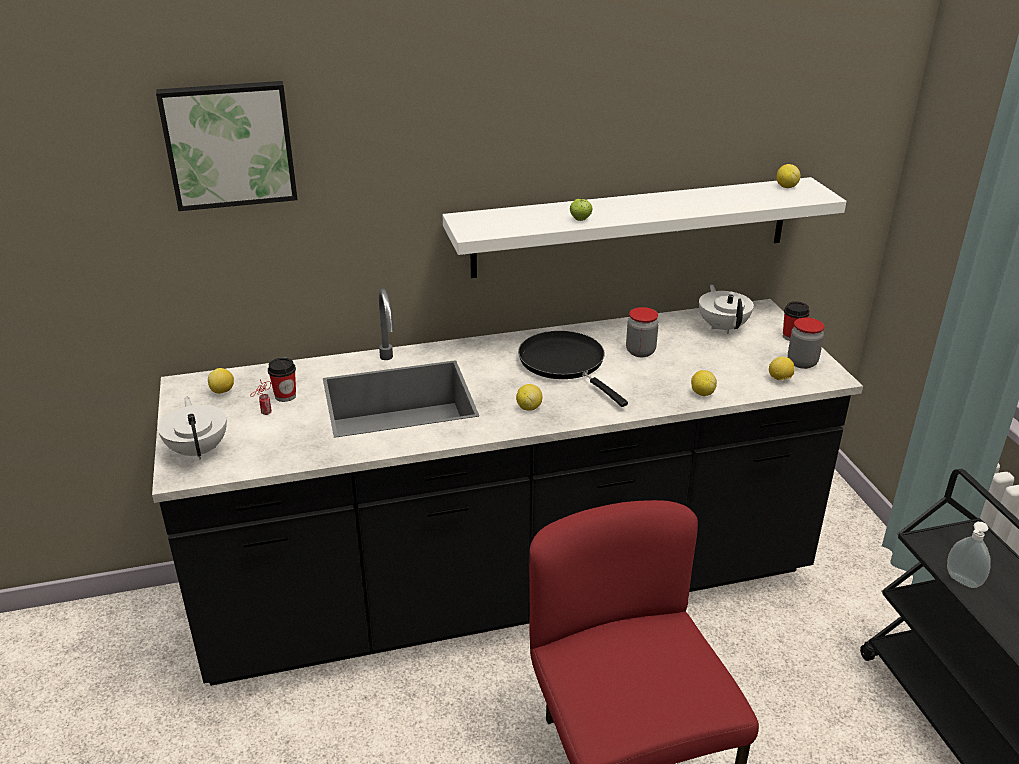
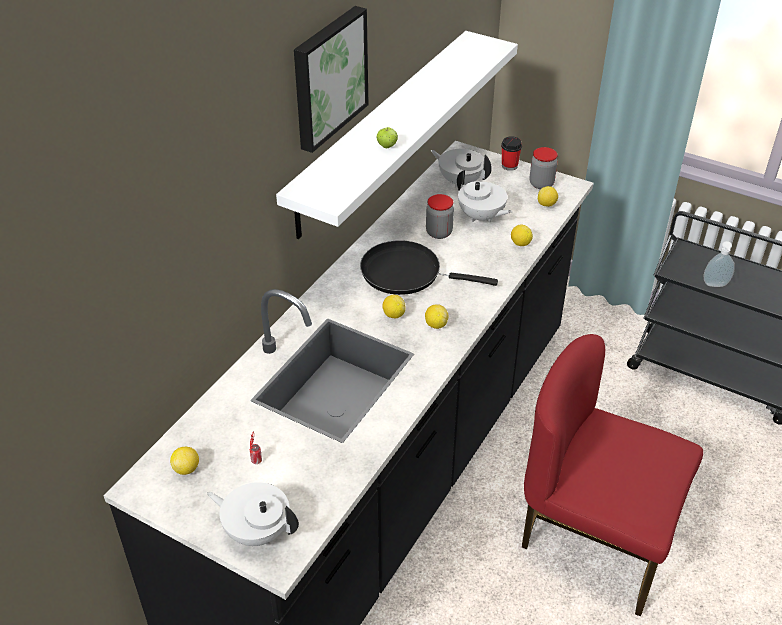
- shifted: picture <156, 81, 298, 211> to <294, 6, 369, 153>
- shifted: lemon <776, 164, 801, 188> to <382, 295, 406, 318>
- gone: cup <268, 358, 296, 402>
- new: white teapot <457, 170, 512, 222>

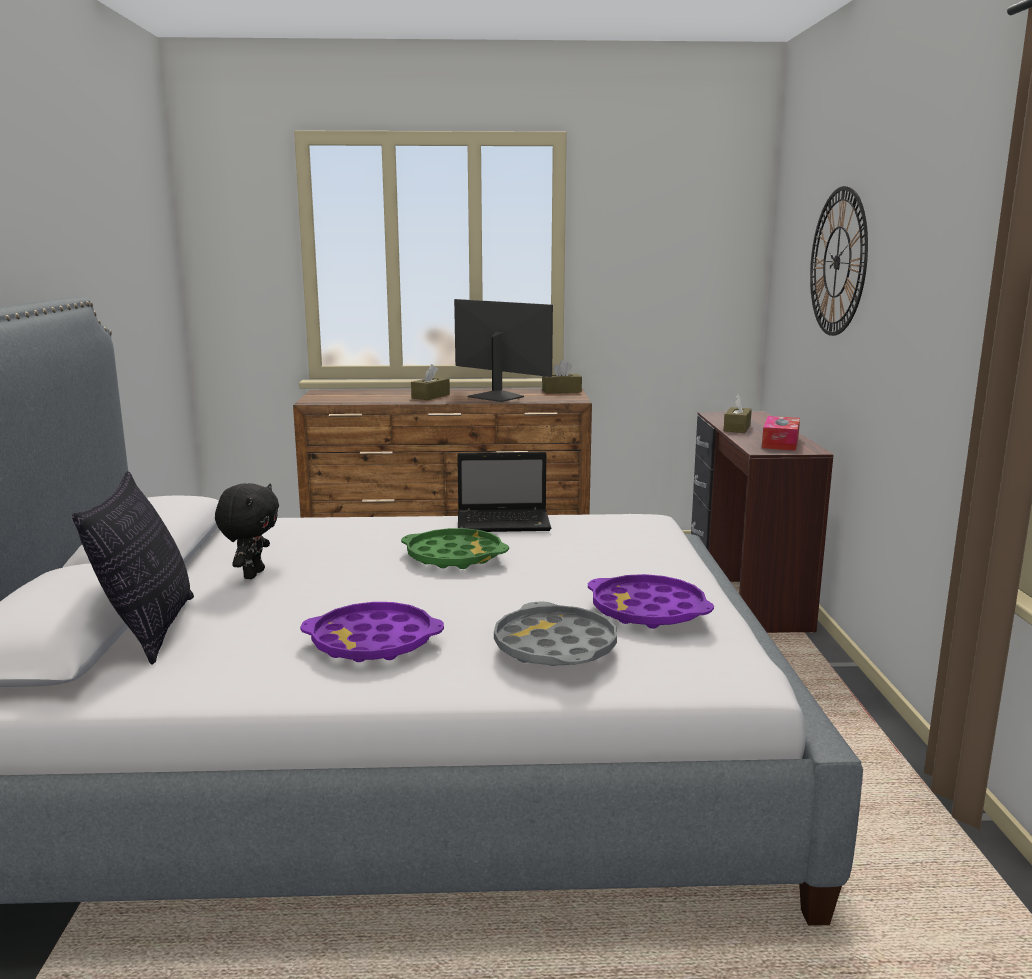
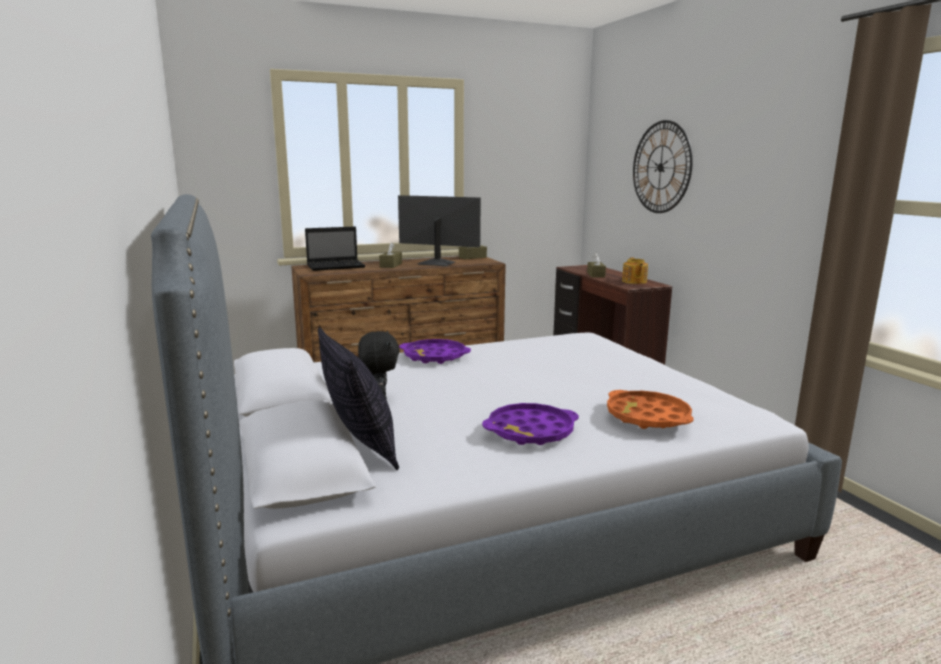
- swapped: tissue box <762, 416, 800, 451> to teapot <622, 257, 648, 284>
- shifted: laptop <457, 452, 551, 532> to <305, 227, 365, 271>
- gone: green tray <401, 528, 509, 569>
- shifted: purple tray <588, 574, 714, 629> to <399, 339, 471, 364>
- repainted: grey tray <494, 601, 617, 666> to orange tray <607, 390, 694, 429>

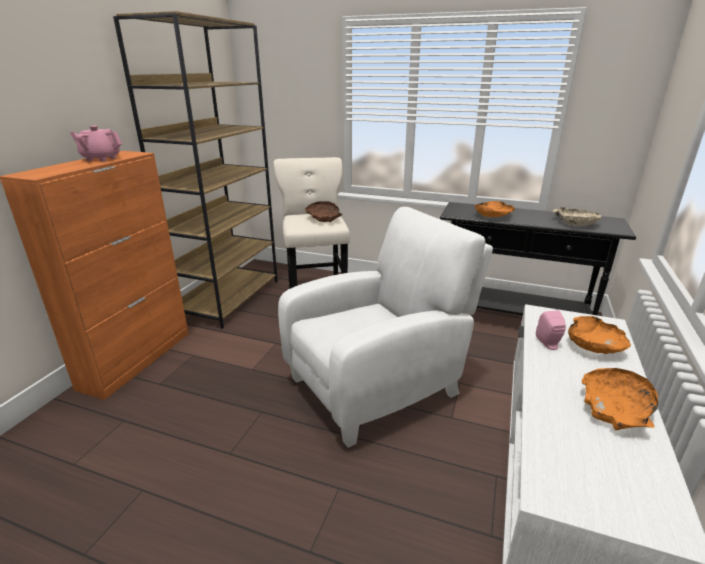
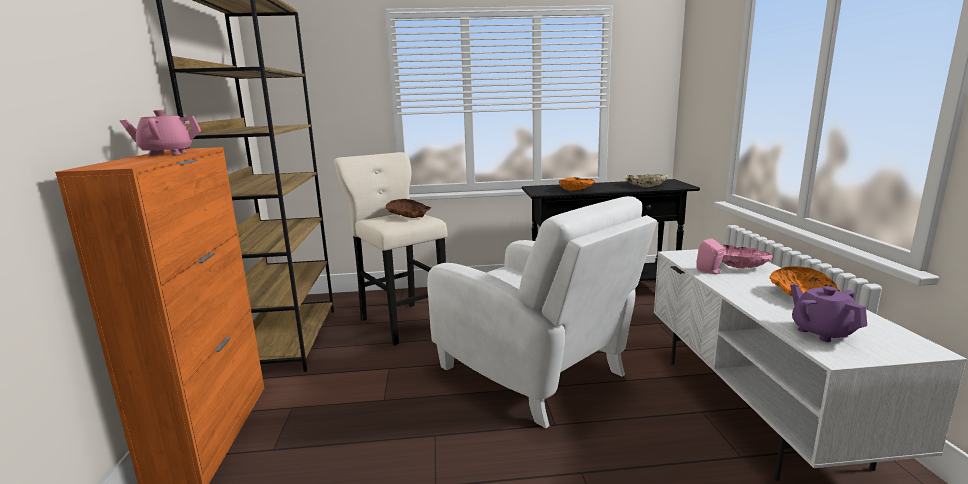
- rotated: white armchair <278, 207, 493, 448> = <427, 196, 657, 428> 105 degrees clockwise
- repainted: orange bowl <568, 316, 631, 354> to pink bowl <721, 245, 773, 269>
- new: purple teapot <790, 284, 867, 342>

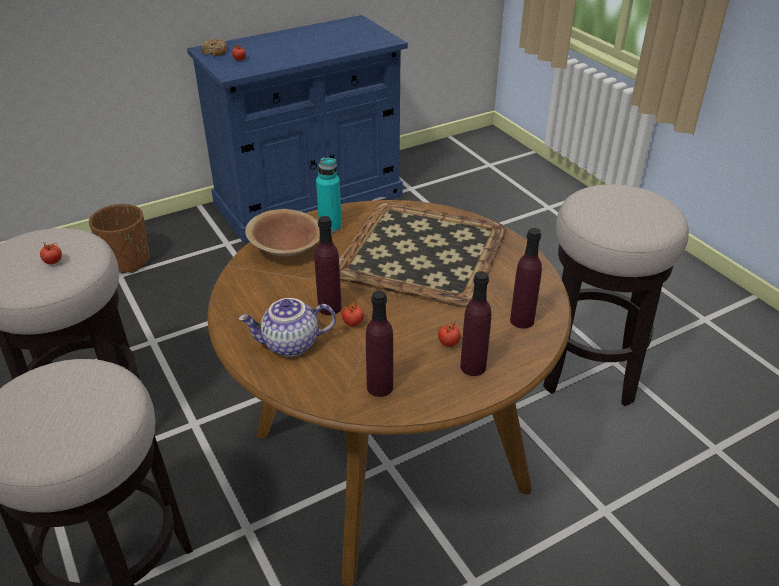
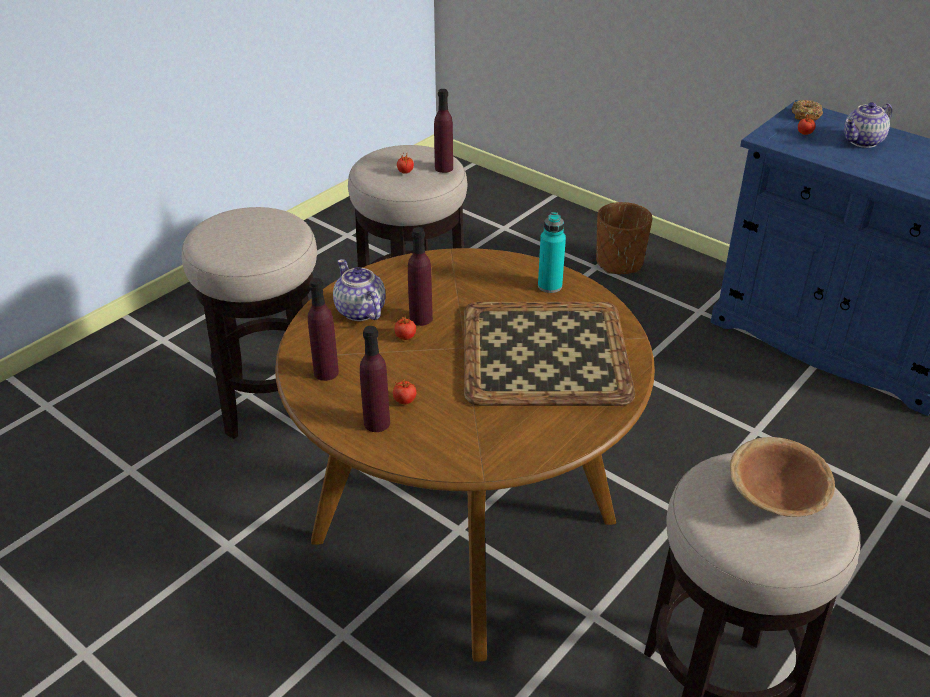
- shifted: brown bowl <245, 209, 320, 256> to <730, 437, 835, 517>
- shifted: purple bottle <510, 228, 542, 329> to <434, 89, 453, 173>
- new: teapot <844, 102, 892, 148>

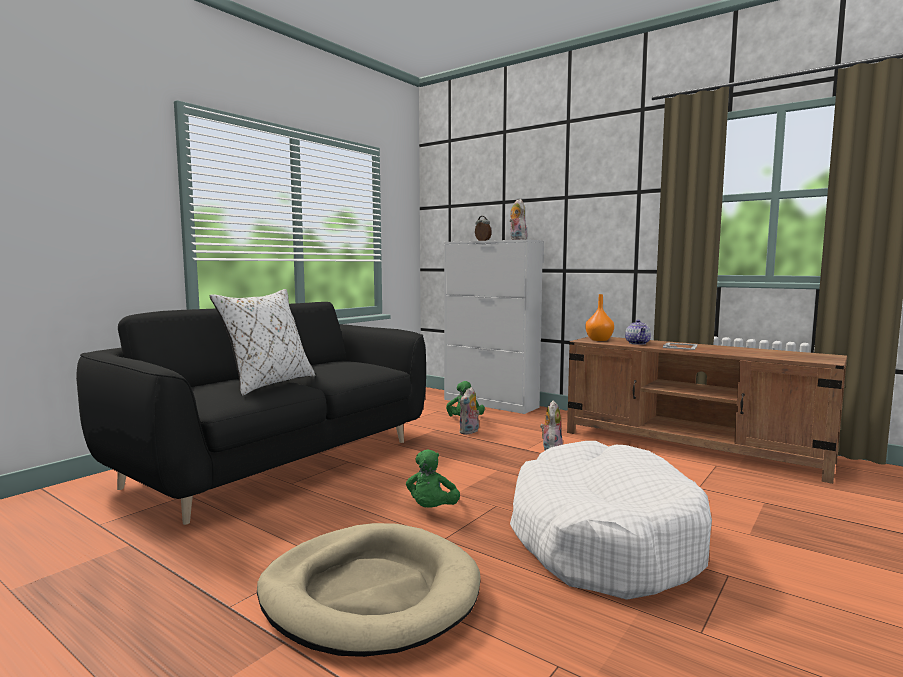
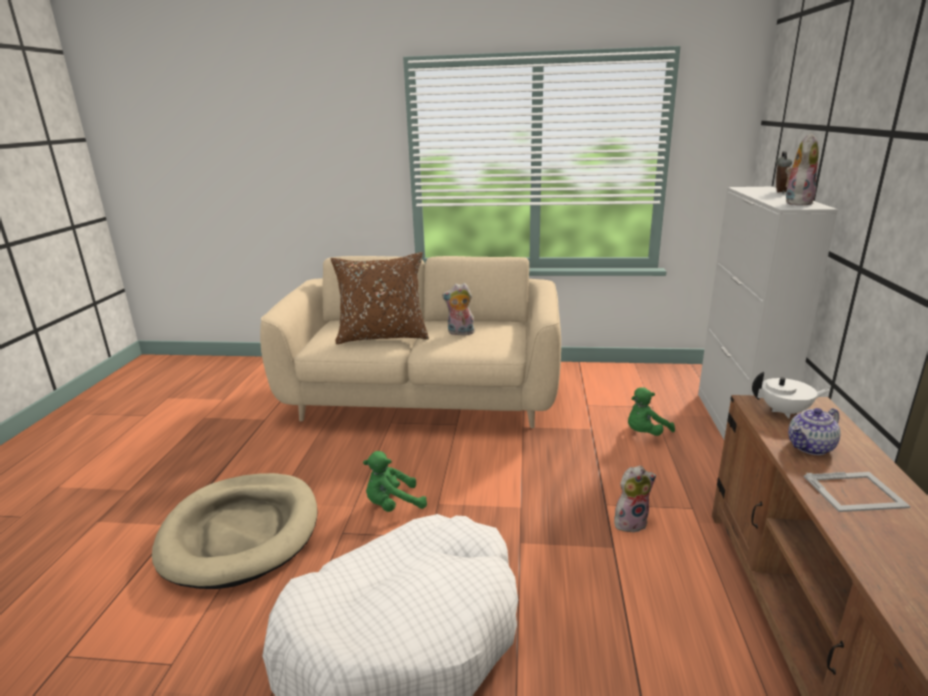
- repainted: white pillow <209, 289, 315, 396> to brown pillow <331, 252, 429, 344>
- swapped: orange vase <585, 294, 614, 341> to white teapot <752, 372, 830, 418>
- repainted: black sofa <76, 302, 426, 525> to beige sofa <260, 256, 561, 428>
- shifted: plush toy <460, 387, 479, 435> to <442, 283, 475, 335>

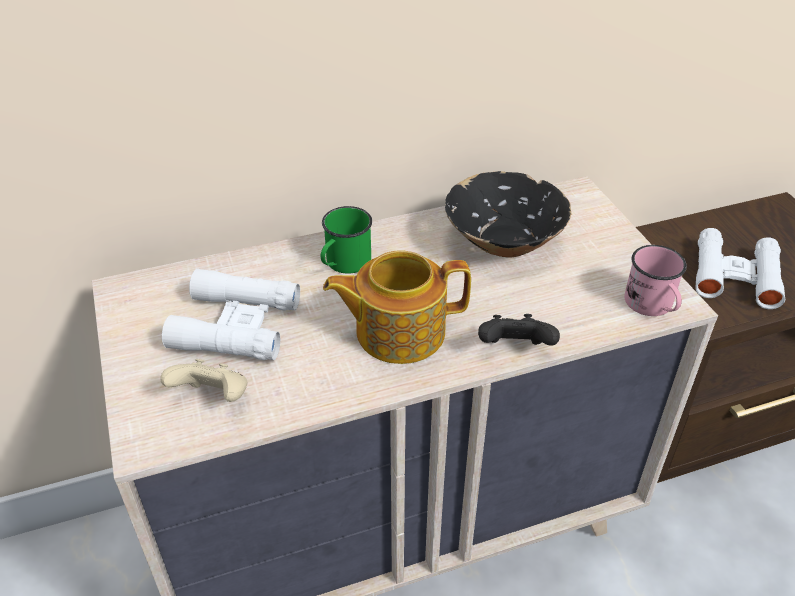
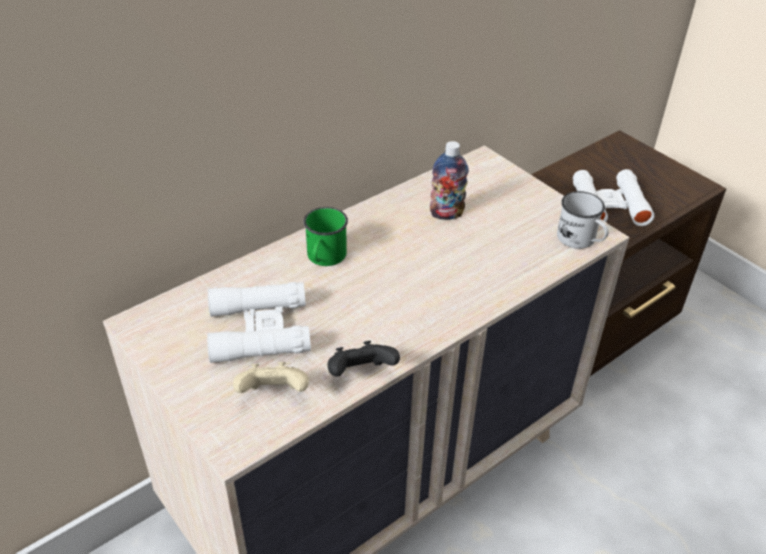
- swapped: black bowl <445, 171, 572, 257> to bottle <430, 141, 469, 220>
- repainted: pink mug <624, 245, 687, 316> to white mug <557, 191, 609, 249>
- gone: teapot <323, 251, 471, 364>
- shifted: black game controller <478, 314, 560, 346> to <328, 341, 400, 377>

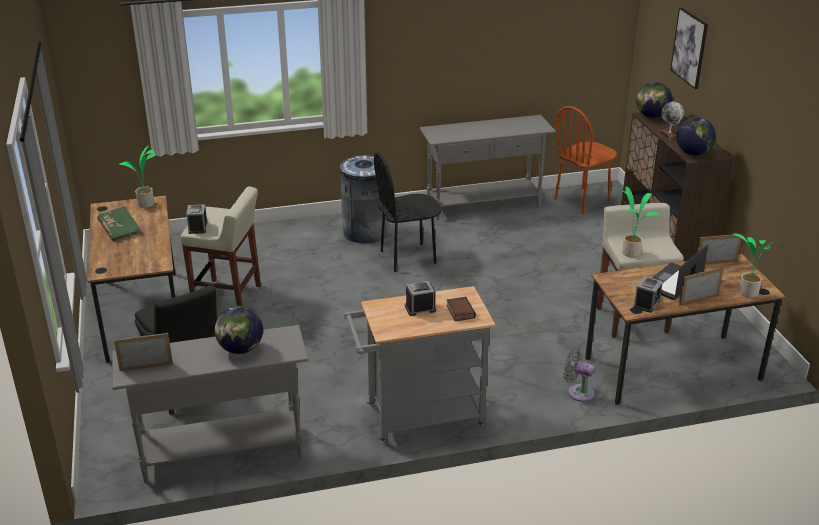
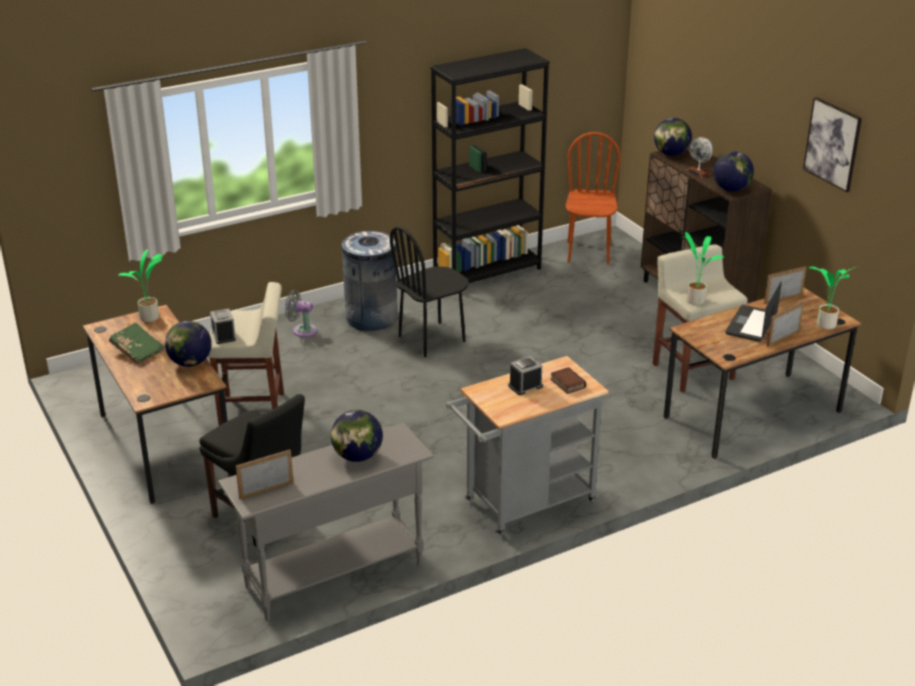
- shifted: picture <670, 8, 708, 89> to <803, 97, 862, 192>
- rotated: brown chair <554, 106, 617, 214> = <566, 132, 621, 265> 150 degrees clockwise
- swapped: grey console table <420, 115, 556, 220> to black bookcase <430, 48, 550, 283>
- gone: alarm clock <634, 276, 663, 313>
- shifted: grey fan <563, 349, 595, 402> to <285, 290, 317, 337>
- new: globe <165, 321, 212, 367>

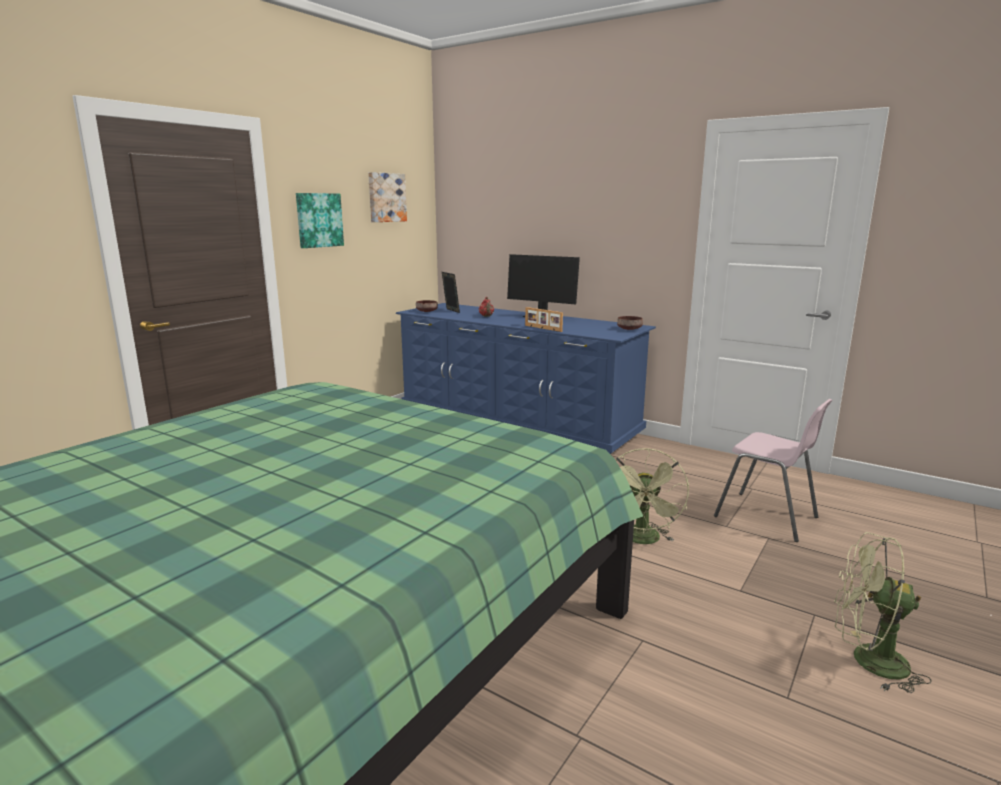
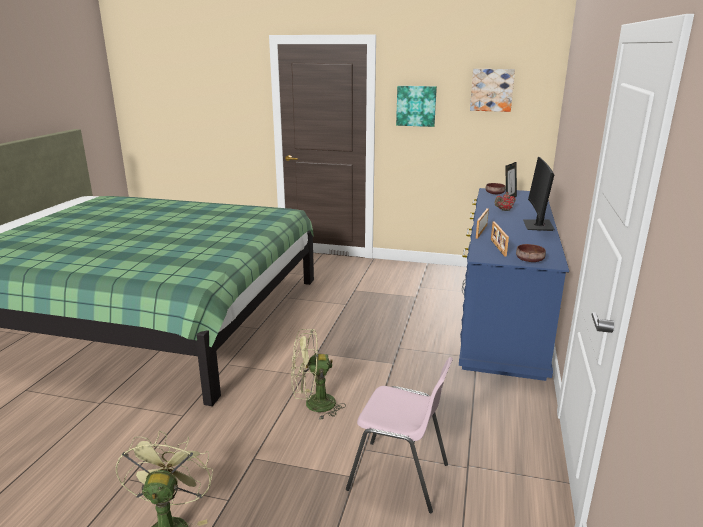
- rotated: pink chair <714, 399, 833, 542> = <346, 357, 453, 514> 90 degrees counterclockwise
- new: picture frame <491, 221, 509, 257>

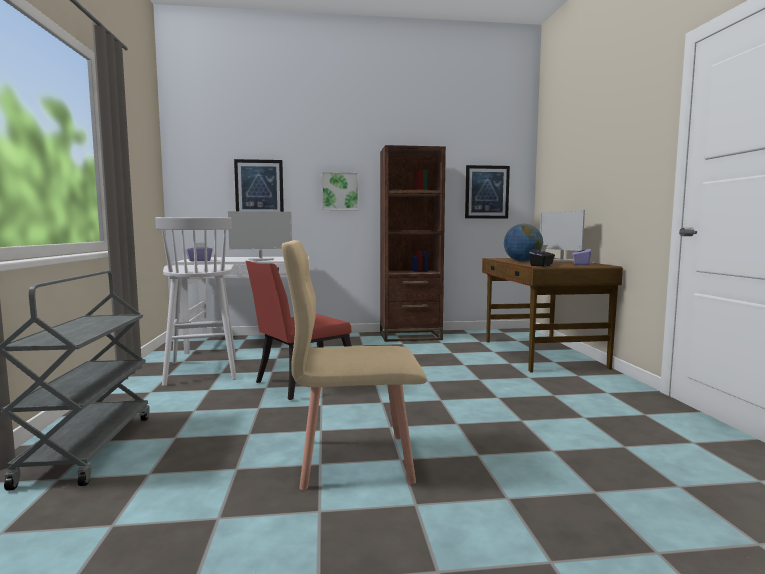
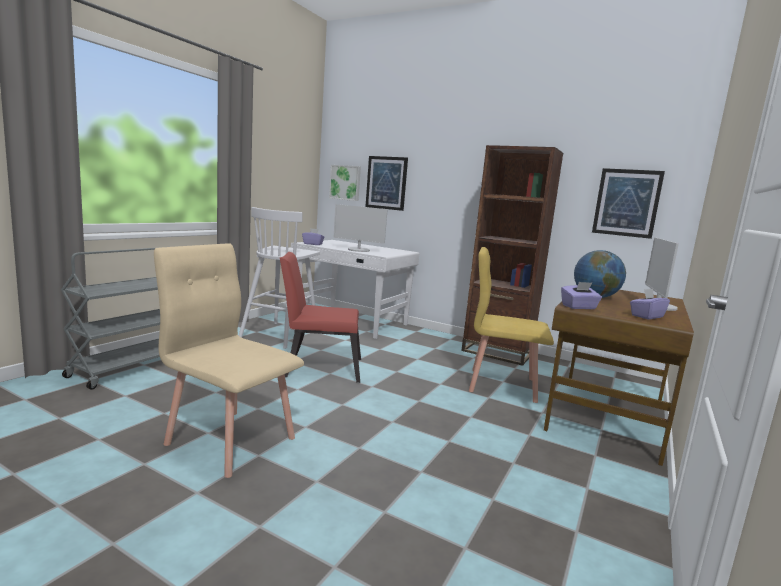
- shifted: picture <321, 172, 359, 210> to <329, 165, 361, 201>
- repainted: black tissue box <529, 245, 555, 267> to purple tissue box <561, 282, 602, 309>
- new: yellow chair <469, 247, 554, 403>

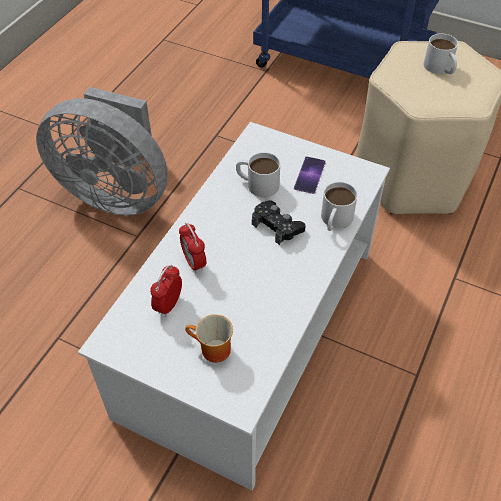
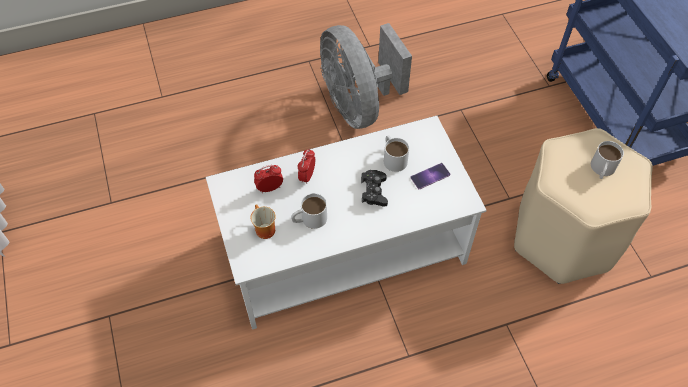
- shifted: white mug <321, 182, 358, 231> to <291, 193, 327, 229>

